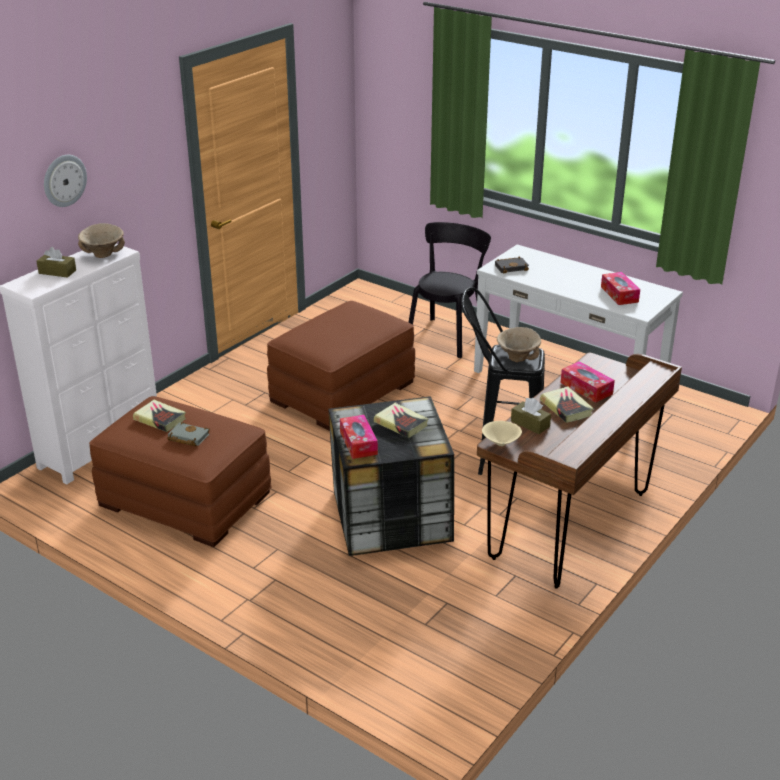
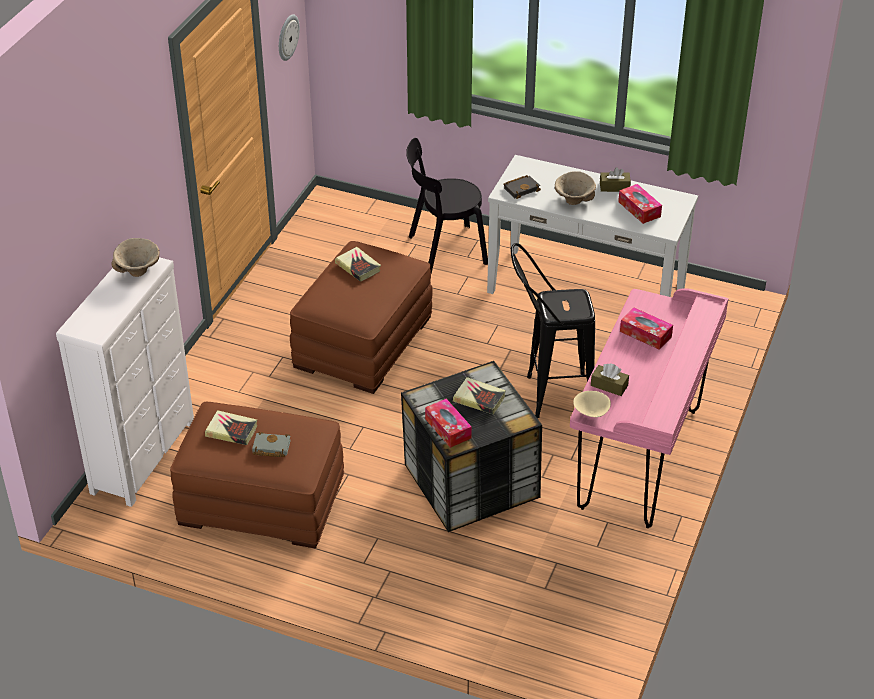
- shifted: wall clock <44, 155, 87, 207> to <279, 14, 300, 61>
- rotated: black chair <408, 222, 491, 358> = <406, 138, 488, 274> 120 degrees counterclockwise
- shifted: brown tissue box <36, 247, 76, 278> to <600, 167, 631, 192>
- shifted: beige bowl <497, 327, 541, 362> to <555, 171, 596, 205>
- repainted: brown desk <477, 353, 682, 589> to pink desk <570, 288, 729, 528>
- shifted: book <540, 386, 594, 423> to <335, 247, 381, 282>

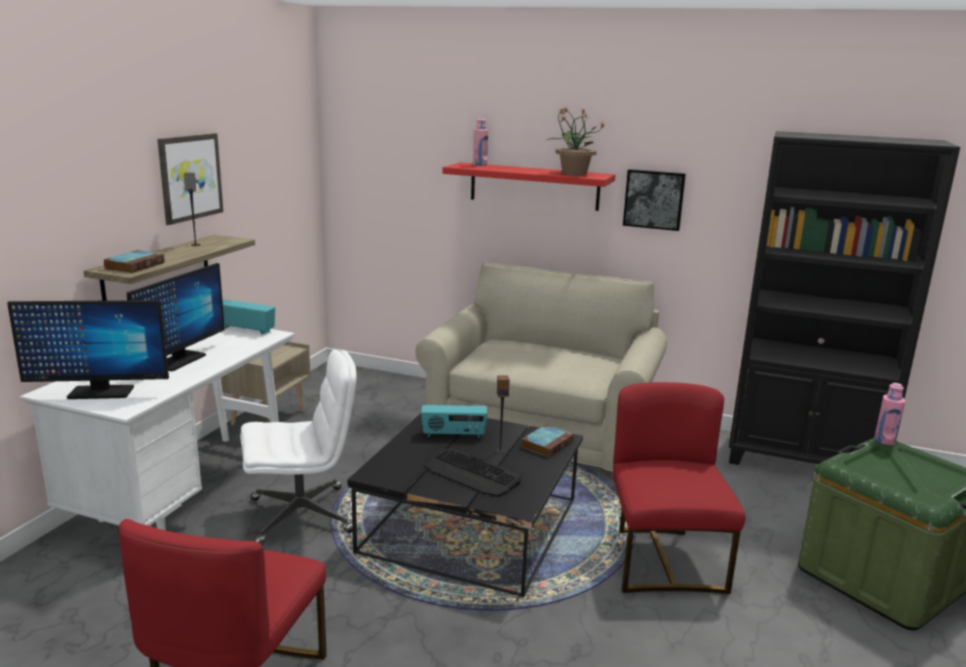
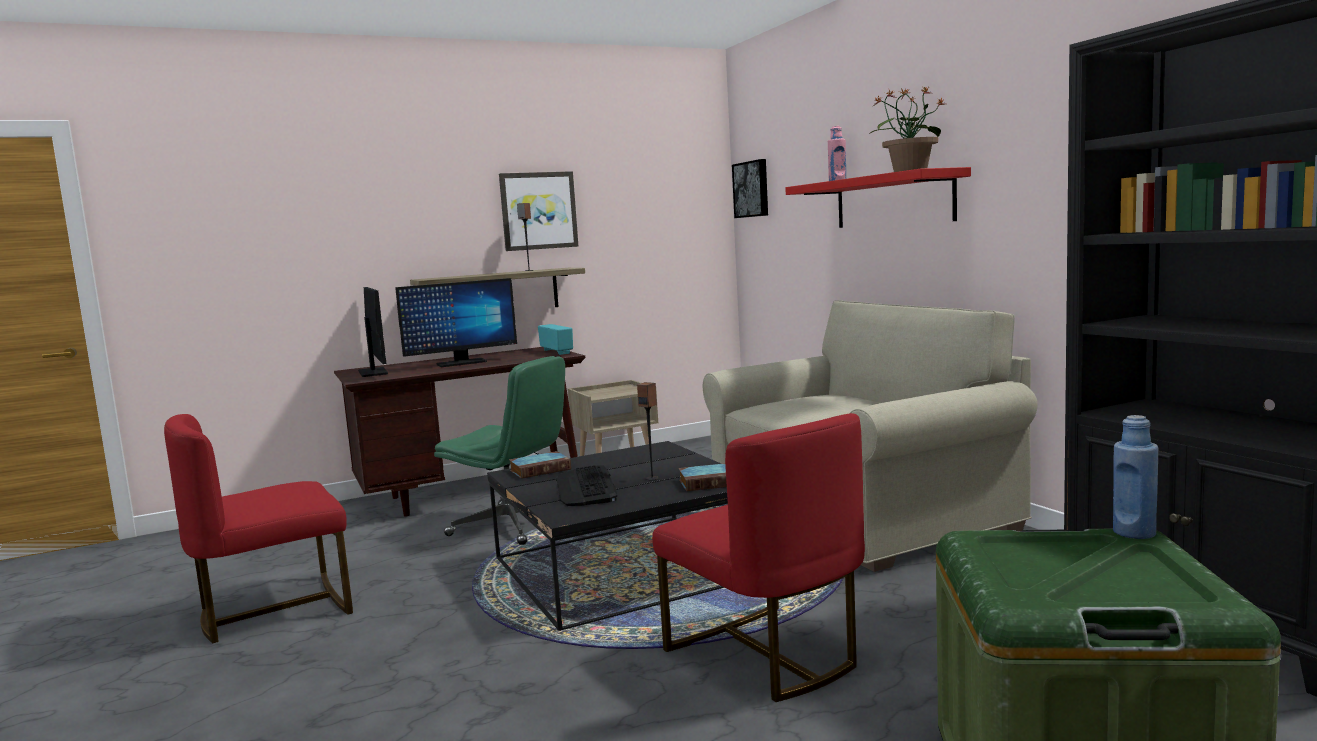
- shifted: picture <623, 169, 686, 231> to <732, 159, 768, 218>
- shifted: book <103, 250, 165, 273> to <509, 451, 571, 479>
- rotated: monitor <7, 300, 169, 399> = <358, 287, 388, 377> 150 degrees counterclockwise
- repainted: white desk <20, 325, 295, 531> to brown desk <334, 347, 585, 517>
- repainted: white office chair <240, 350, 357, 545> to green office chair <434, 356, 565, 545>
- rotated: red chair <613, 382, 745, 594> = <652, 413, 865, 702> 105 degrees clockwise
- repainted: pink bottle <874, 383, 905, 446> to blue bottle <1113, 415, 1158, 539>
- gone: radio <421, 405, 487, 438>

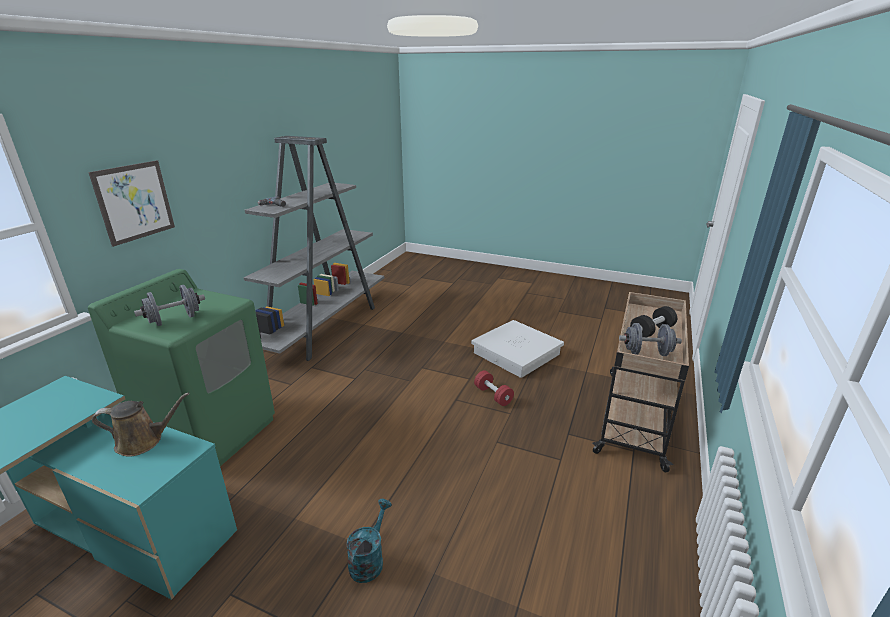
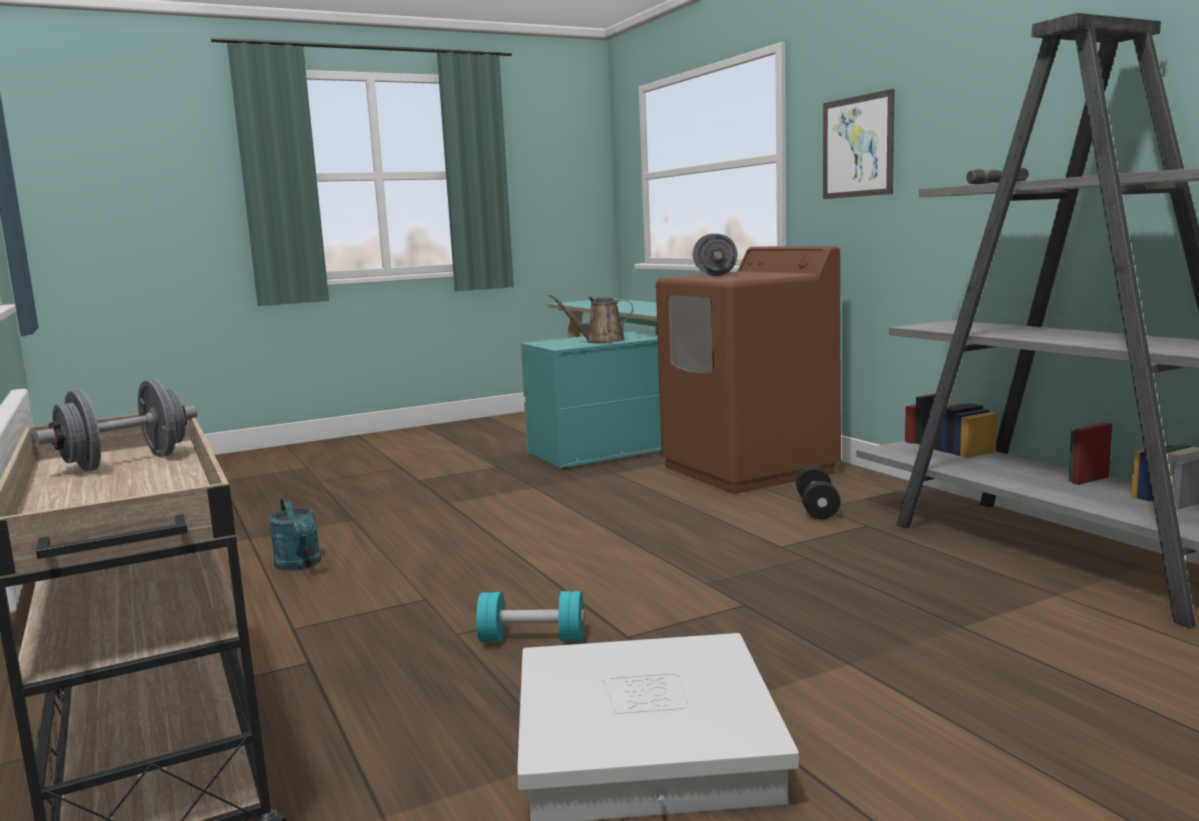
- repainted: green washing machine <88, 269, 275, 466> to brown washing machine <656, 246, 841, 494>
- shifted: black dumbbell <630, 306, 677, 337> to <796, 466, 841, 519>
- repainted: red dumbbell <474, 370, 514, 406> to turquoise dumbbell <476, 591, 584, 642>
- rotated: brown watering can <92, 393, 189, 457> = <548, 294, 633, 343> 60 degrees clockwise
- shifted: turquoise watering can <346, 499, 392, 583> to <269, 497, 321, 571>

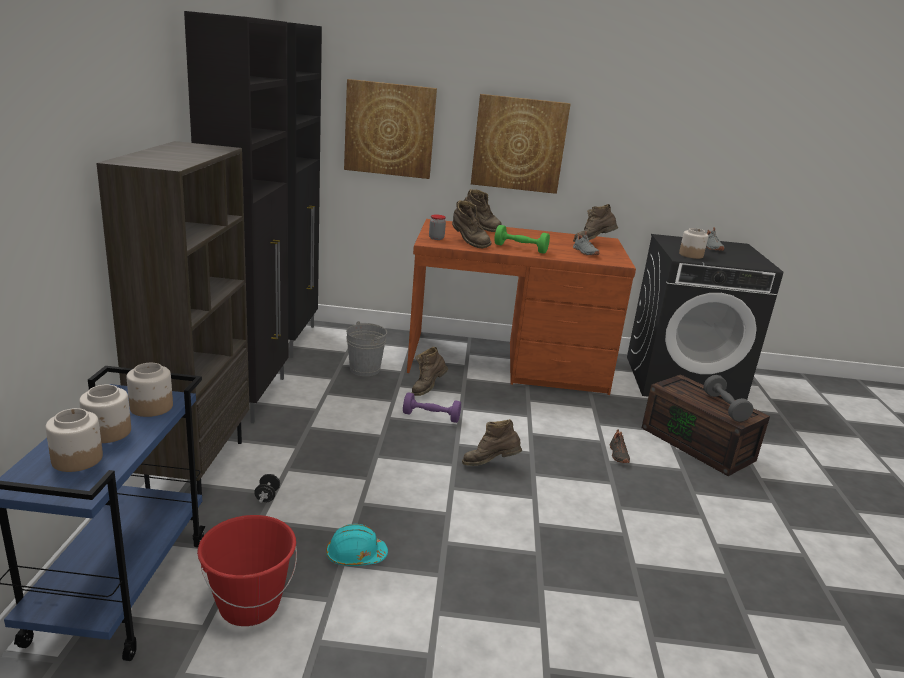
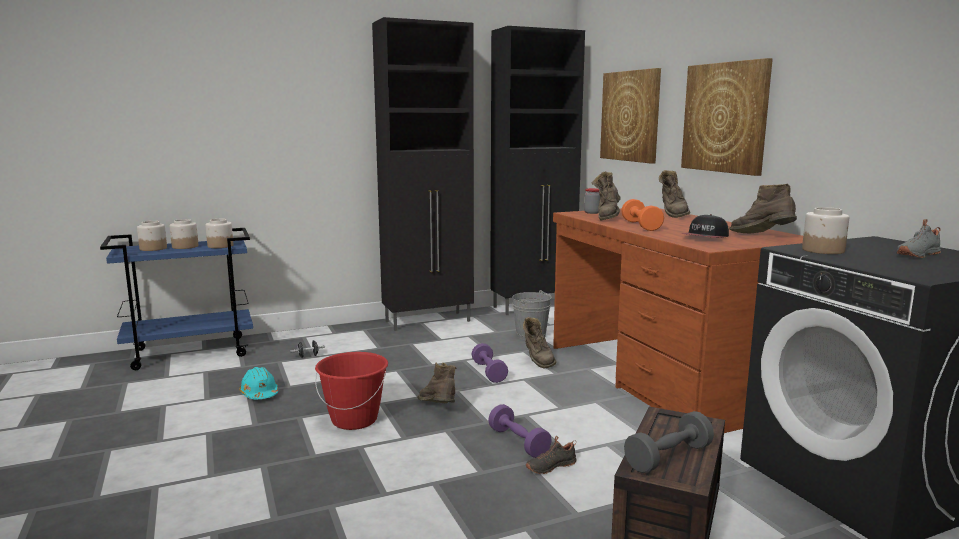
- gone: brown bookcase <96, 141, 250, 495>
- repainted: green dumbbell <494, 225, 550, 254> to orange dumbbell <621, 199, 664, 231>
- swapped: grey shoe <573, 231, 599, 255> to cap <682, 214, 729, 238>
- rotated: brown boot <411, 347, 448, 396> = <523, 317, 556, 369> 120 degrees counterclockwise
- shifted: red bucket <197, 515, 297, 626> to <315, 352, 388, 430>
- new: purple dumbbell <488, 404, 552, 458>

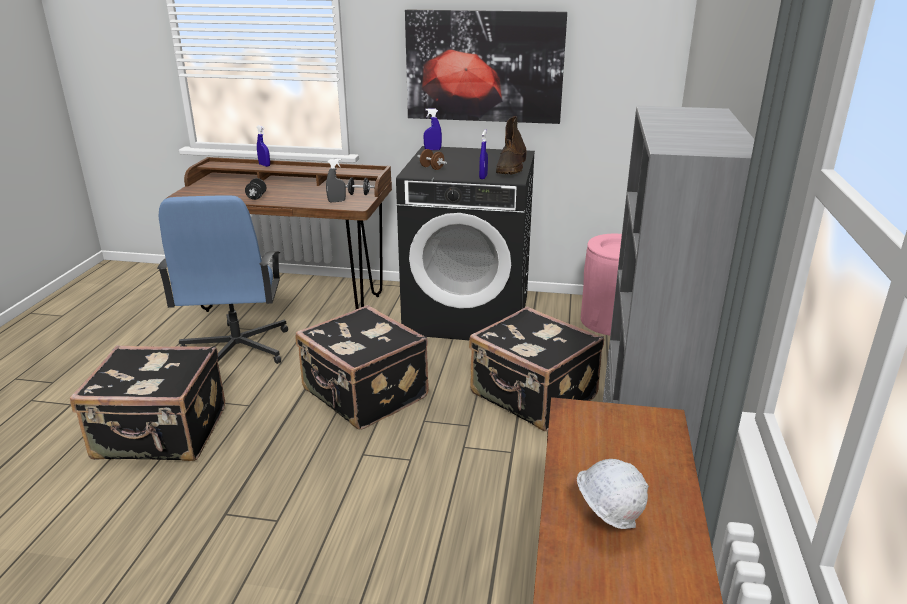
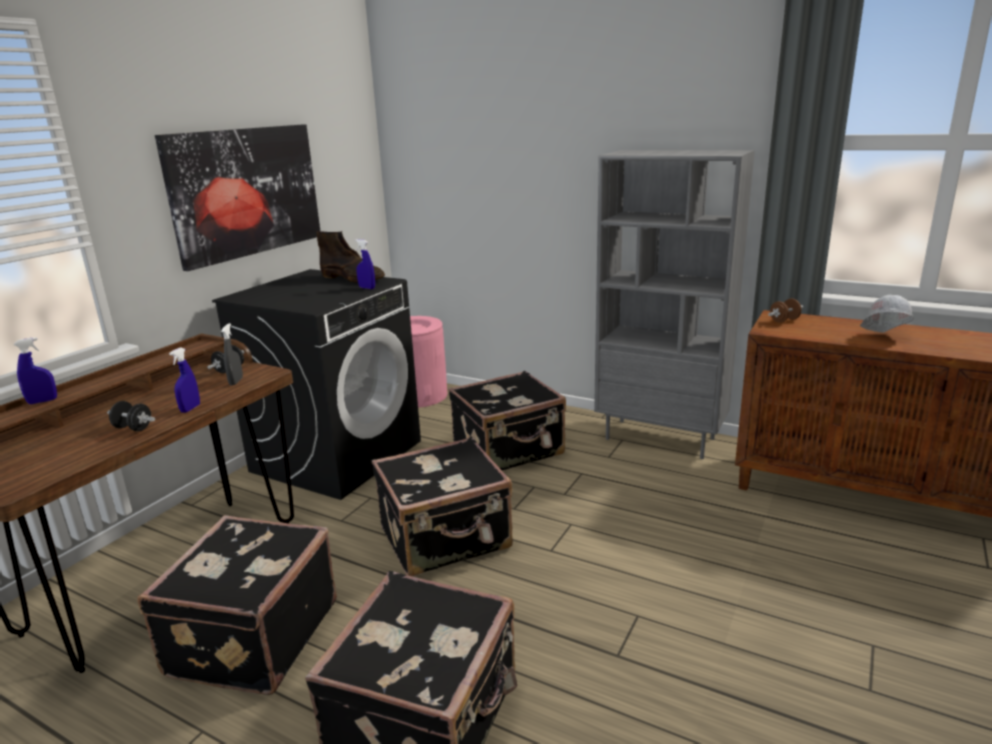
- shifted: blue spray bottle <423, 108, 442, 150> to <169, 347, 200, 413>
- shifted: brown dumbbell <417, 149, 447, 170> to <768, 298, 803, 323>
- swapped: blue office chair <157, 195, 288, 364> to black suitcase <137, 515, 337, 695>

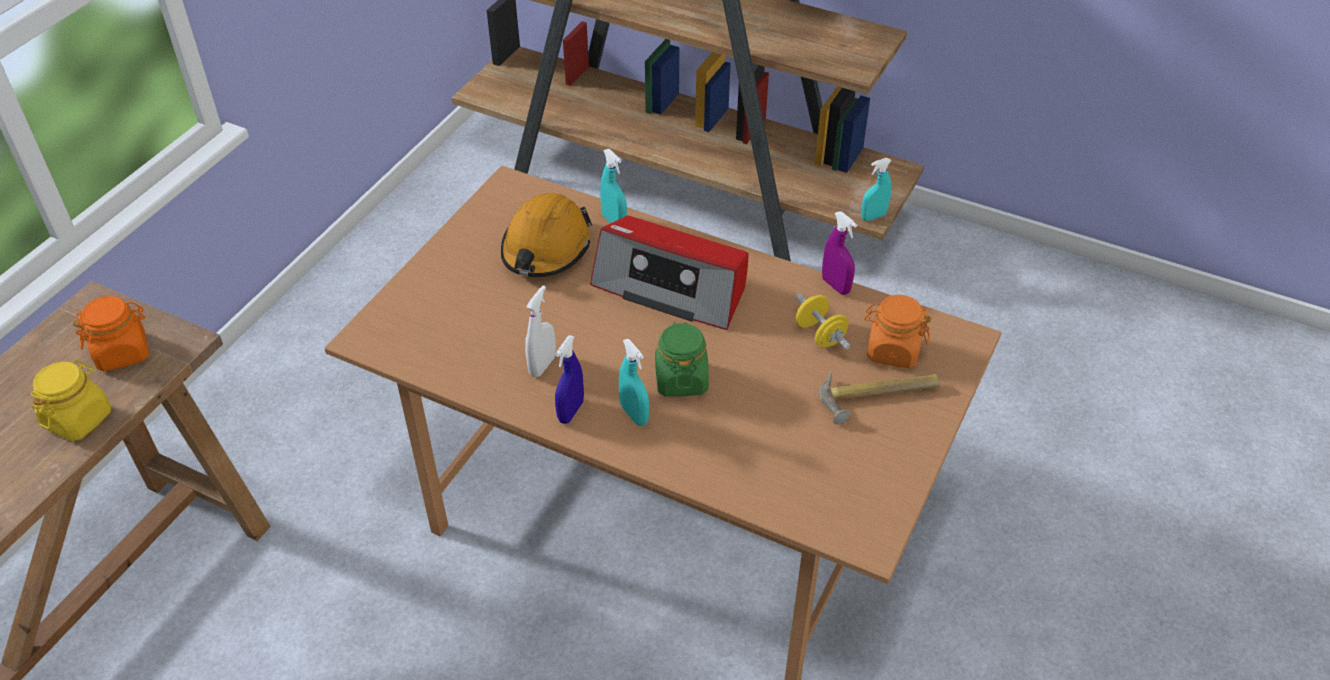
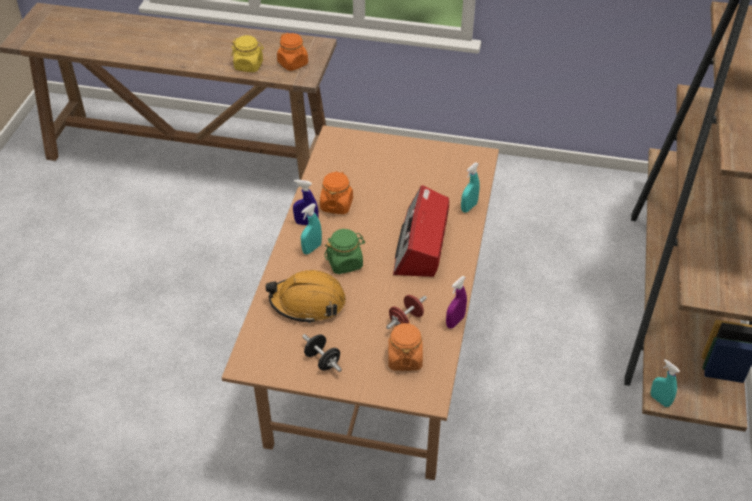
- shifted: orange hard hat <501, 193, 592, 277> to <266, 270, 346, 324>
- swapped: white spray bottle <525, 285, 556, 377> to orange jar <320, 171, 353, 214>
- repainted: yellow dumbbell <796, 293, 850, 349> to red dumbbell <386, 295, 427, 329>
- gone: hammer <819, 371, 940, 424>
- new: black dumbbell <302, 334, 342, 372>

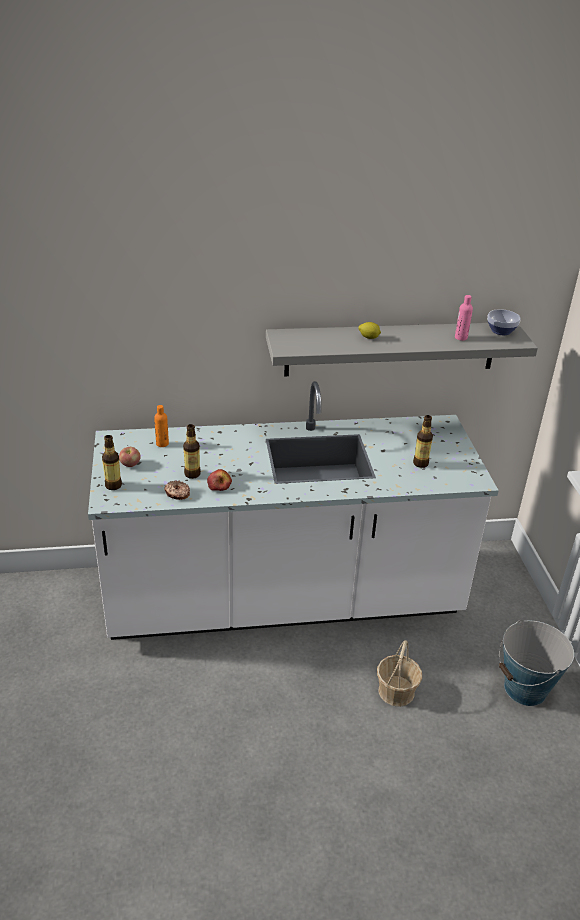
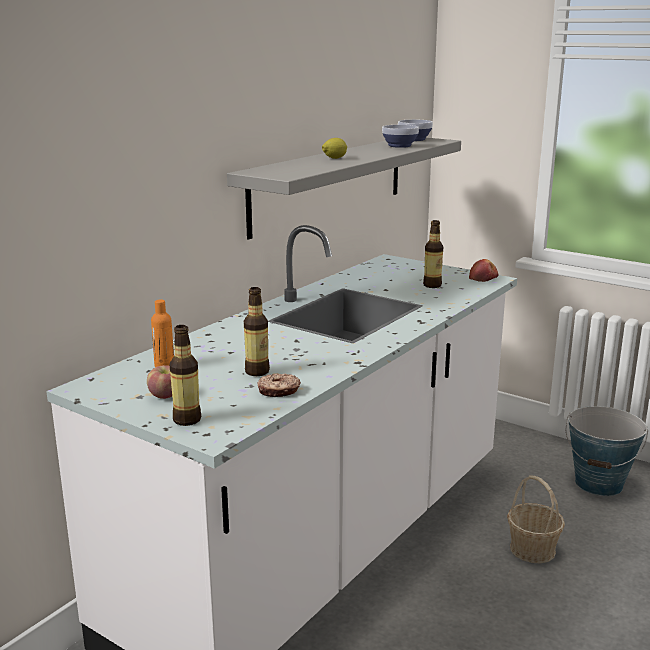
- swapped: pink bottle <455, 295, 473, 341> to bowl <382, 125, 419, 148>
- shifted: apple <207, 469, 232, 491> to <469, 259, 498, 282>

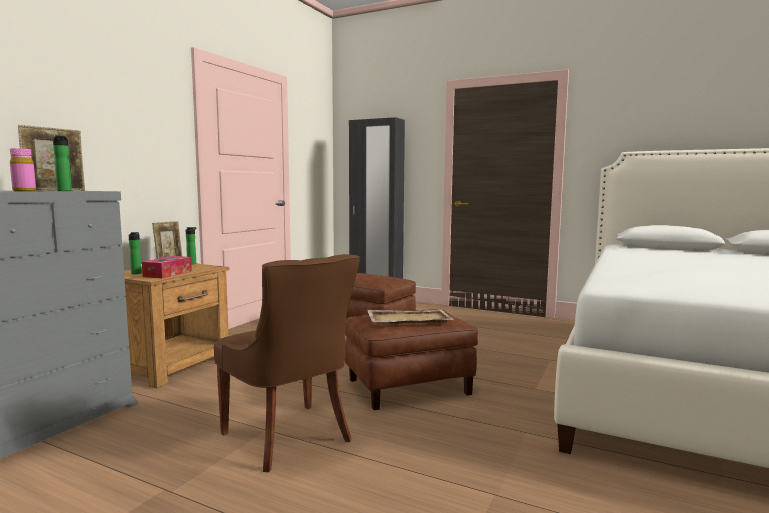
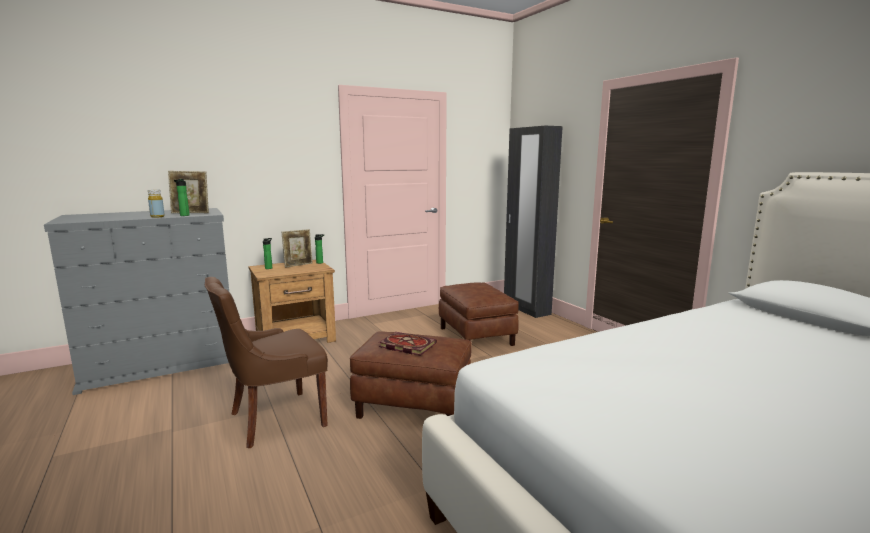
- repainted: pink bottle <10, 148, 36, 191> to yellow bottle <148, 190, 165, 218>
- rotated: brown chair <214, 254, 360, 472> = <205, 277, 328, 448> 60 degrees clockwise
- gone: tissue box <142, 256, 192, 278>
- swapped: beige tray <367, 309, 454, 324> to book <379, 332, 437, 356>

